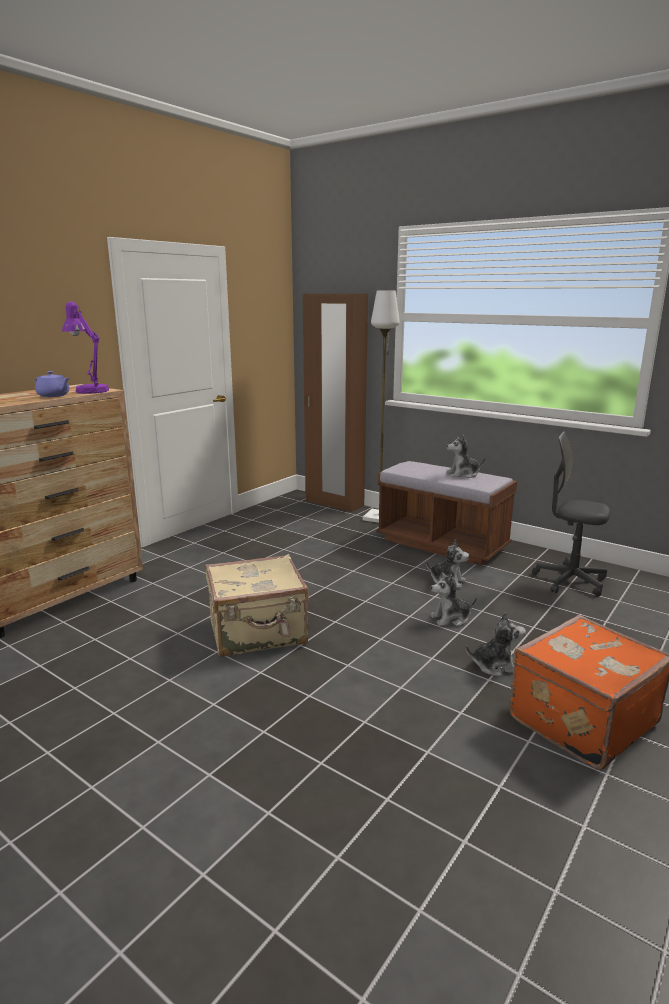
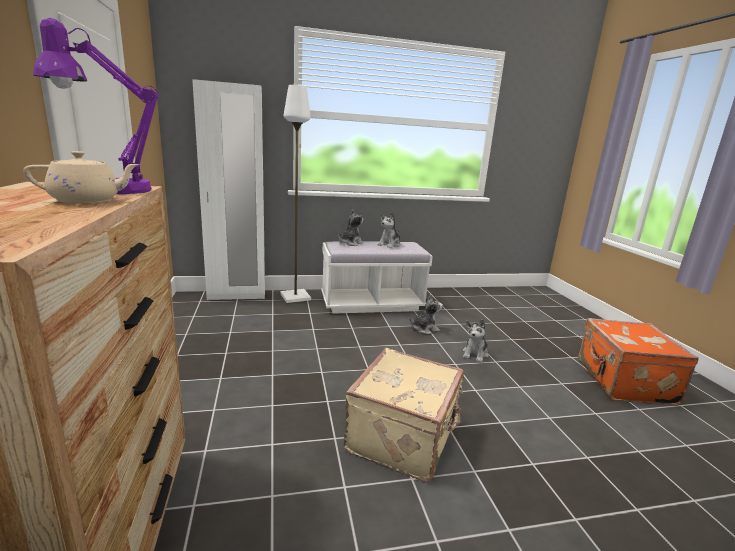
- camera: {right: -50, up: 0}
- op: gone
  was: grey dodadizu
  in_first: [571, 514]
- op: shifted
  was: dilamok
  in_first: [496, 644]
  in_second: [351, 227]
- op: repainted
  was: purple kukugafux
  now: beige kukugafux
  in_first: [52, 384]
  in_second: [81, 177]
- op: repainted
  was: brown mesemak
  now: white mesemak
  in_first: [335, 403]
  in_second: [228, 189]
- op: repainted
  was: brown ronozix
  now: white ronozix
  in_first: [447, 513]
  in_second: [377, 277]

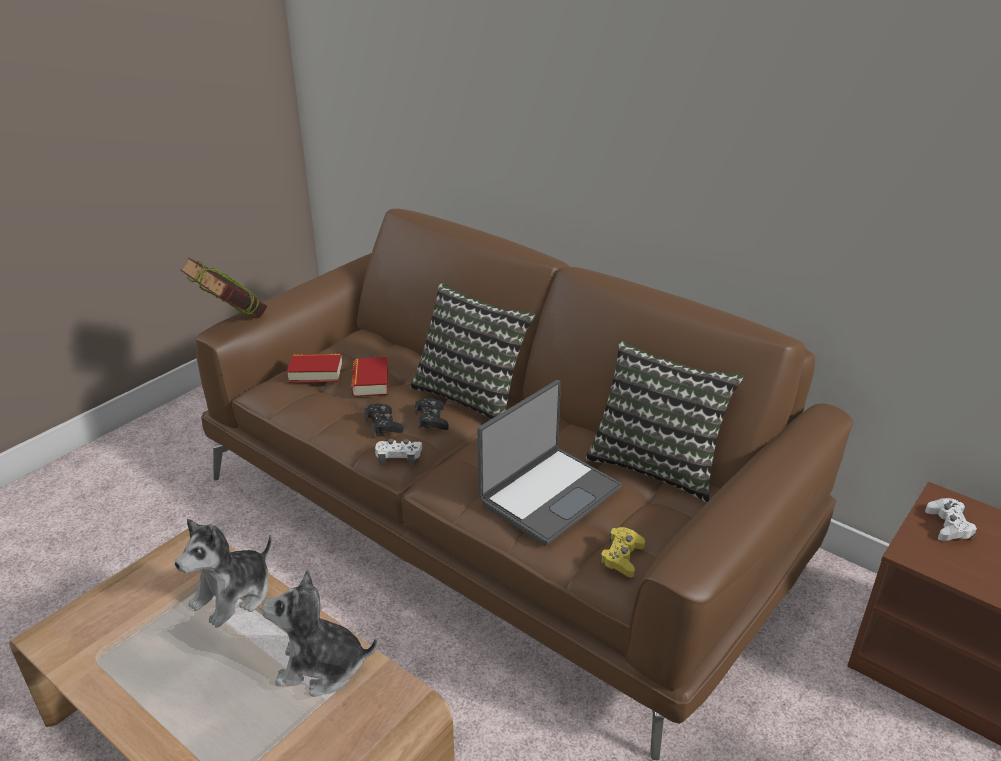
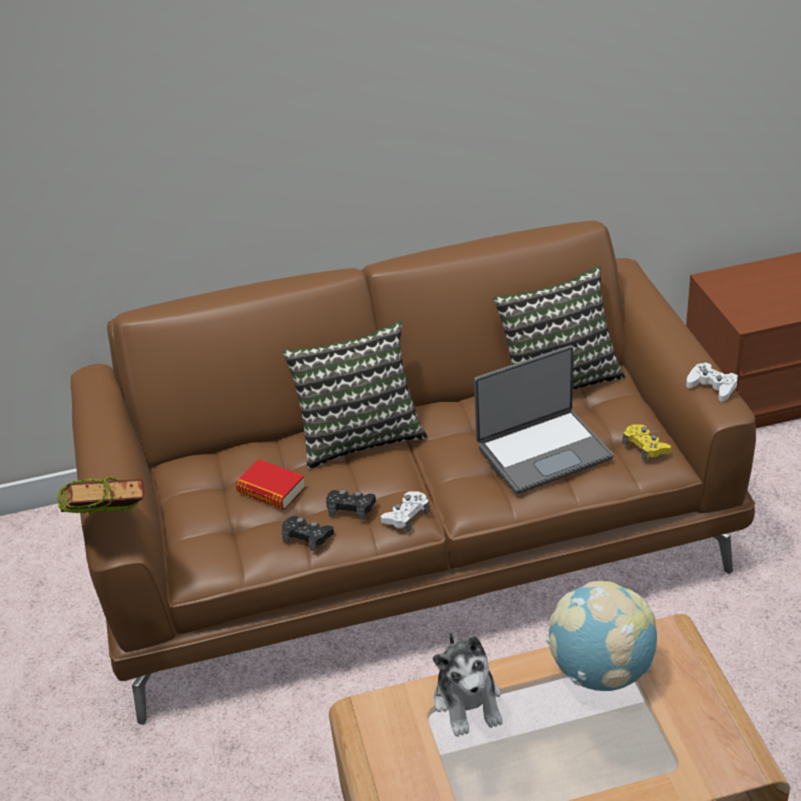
- camera: {right: -50, up: 5}
- op: gone
  was: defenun
  in_first: [314, 368]
- op: shifted
  was: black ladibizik
  in_first: [432, 414]
  in_second: [308, 534]
- op: shifted
  was: white ladibizik
  in_first: [951, 519]
  in_second: [712, 382]
- op: swapped
  was: dilamok
  now: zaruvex
  in_first: [320, 632]
  in_second: [602, 636]
- op: rotated
  was: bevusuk
  in_first: [549, 463]
  in_second: [543, 420]
  clockwise: 75

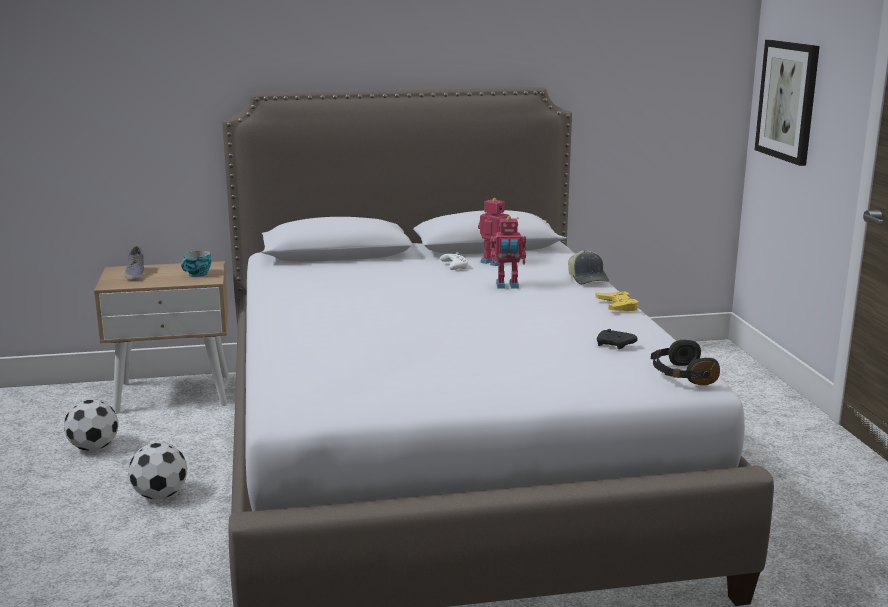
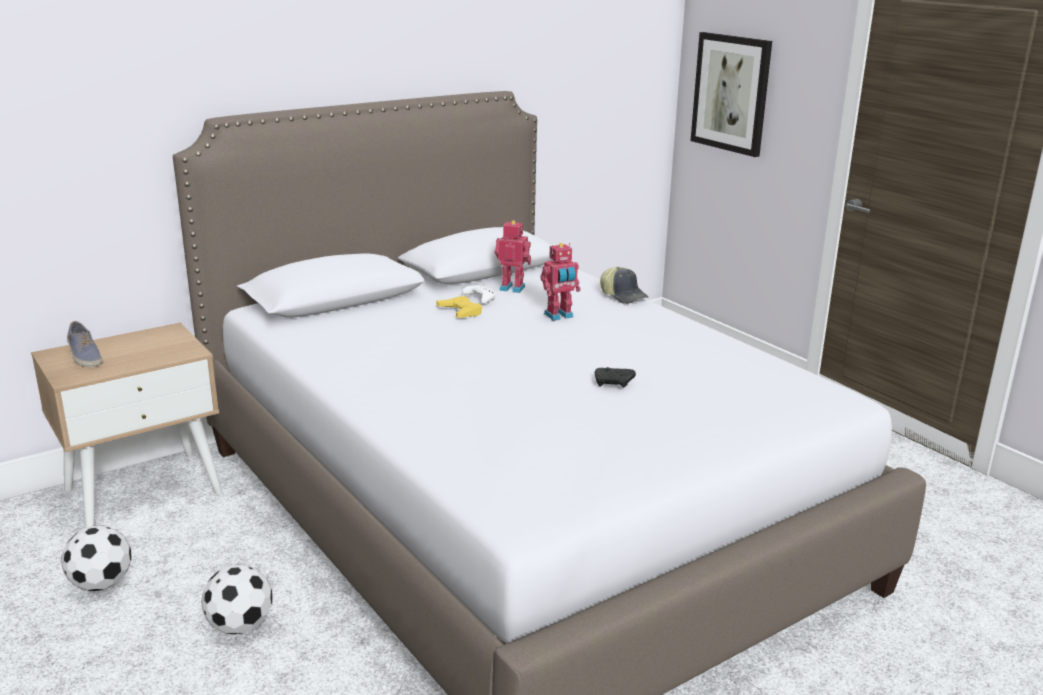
- camera: {right: -25, up: 5}
- op: gone
  was: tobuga
  in_first: [196, 264]
- op: gone
  was: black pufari
  in_first: [685, 362]
- op: shifted
  was: yellow ladibizik
  in_first: [617, 301]
  in_second: [459, 307]
- op: shifted
  was: black ladibizik
  in_first: [617, 339]
  in_second: [615, 377]

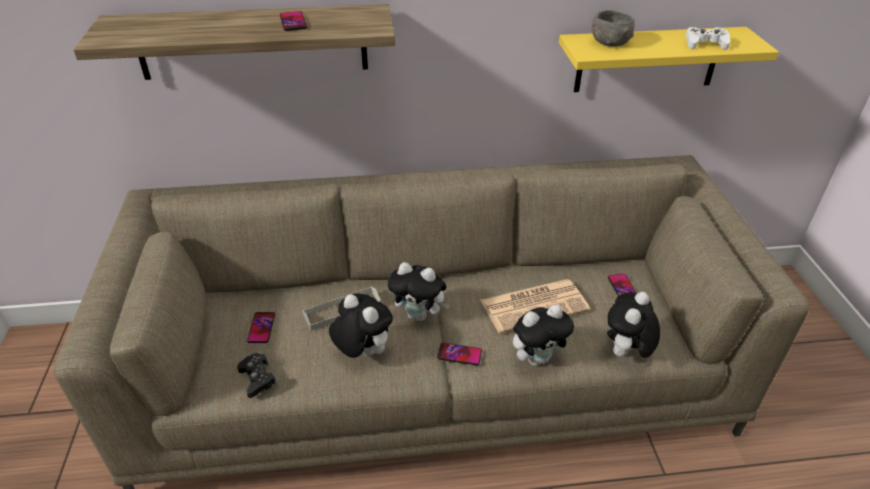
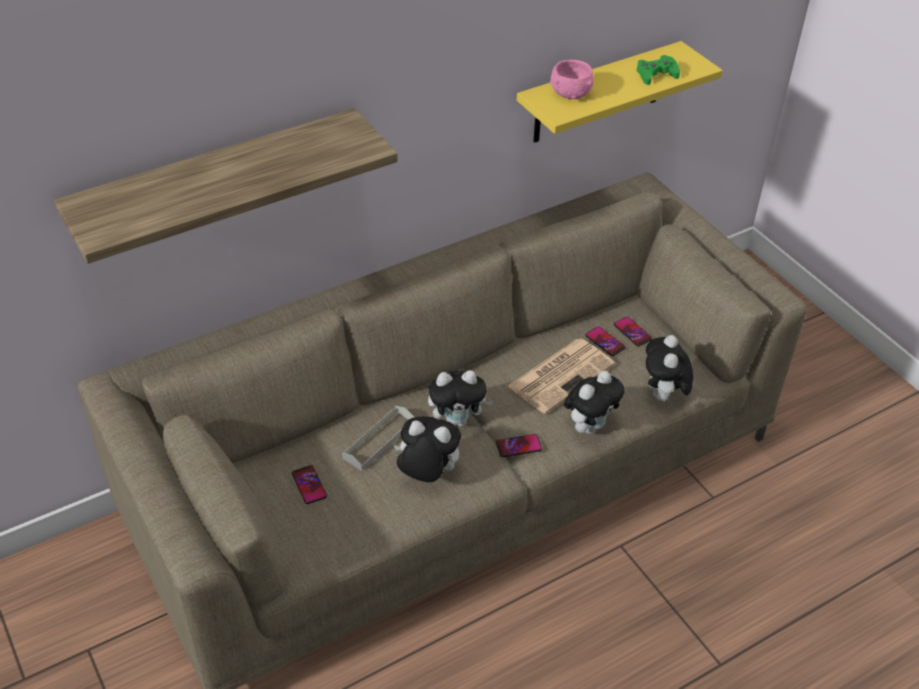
- camera: {right: -25, up: 5}
- op: gone
  was: black ladibizik
  in_first: [257, 375]
- op: shifted
  was: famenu
  in_first: [293, 21]
  in_second: [605, 341]
- op: repainted
  was: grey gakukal
  now: pink gakukal
  in_first: [612, 28]
  in_second: [572, 79]
- op: repainted
  was: white ladibizik
  now: green ladibizik
  in_first: [708, 38]
  in_second: [658, 70]

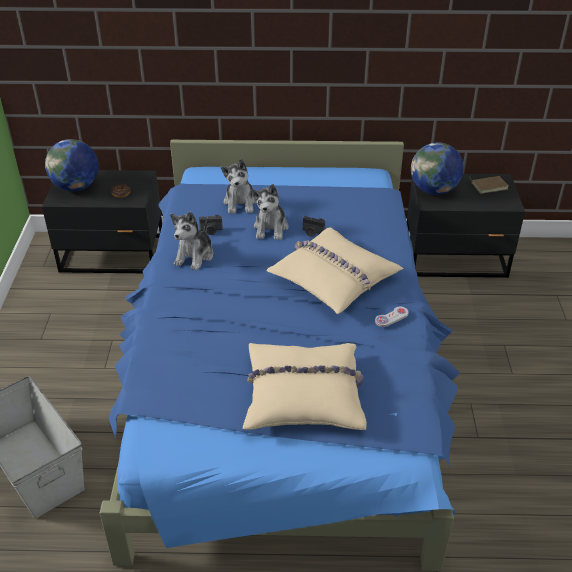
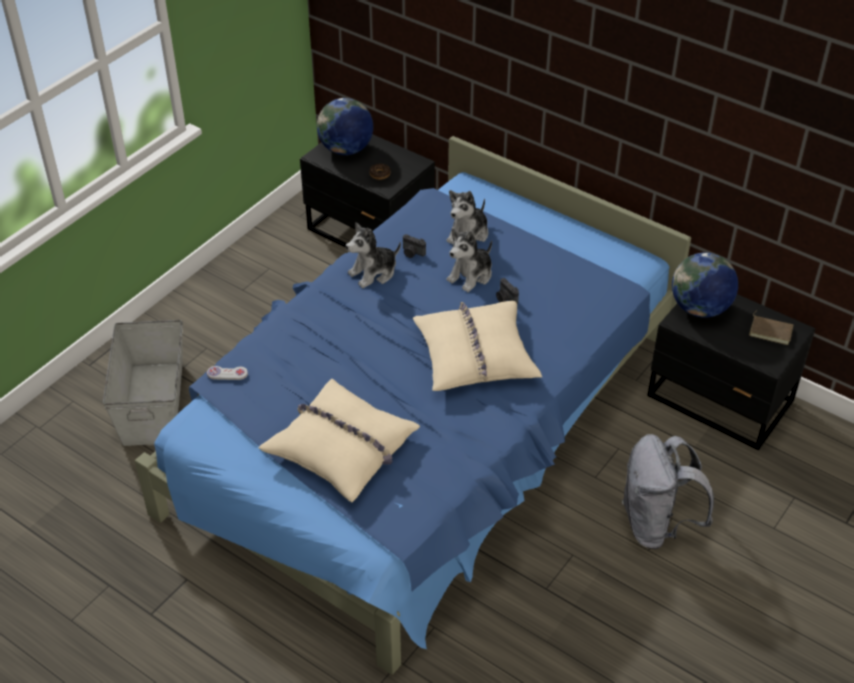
- camera: {right: 35, up: 5}
- op: new
  now: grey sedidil
  in_second: [668, 491]
- op: shifted
  was: white ladibizik
  in_first: [392, 317]
  in_second: [227, 373]

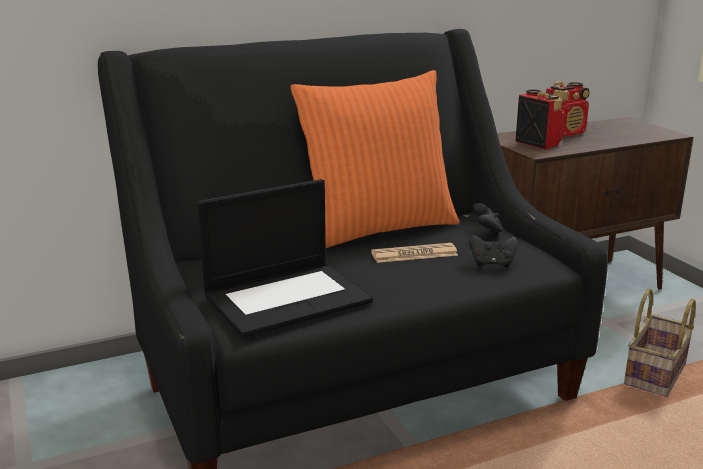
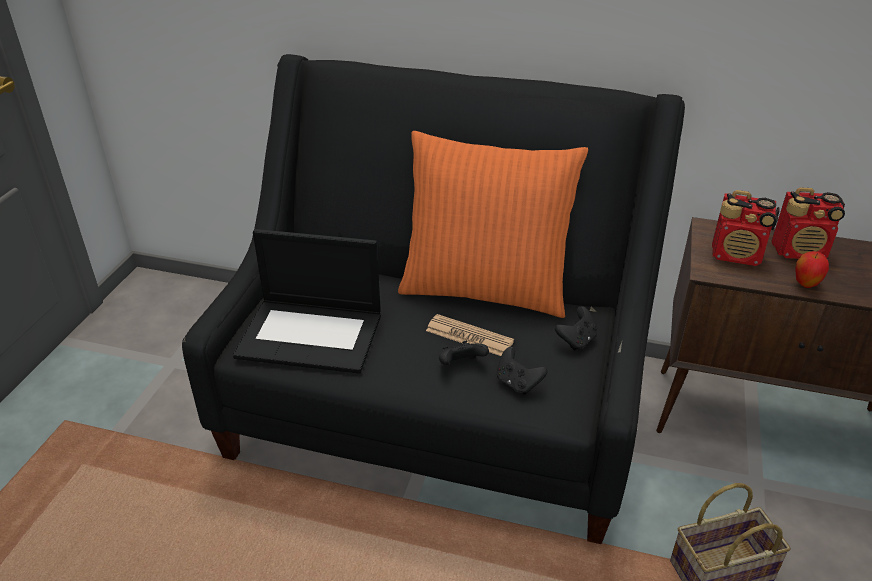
- camera: {right: 40, up: 15}
- op: new
  now: black ladibizik
  in_second: [464, 353]
- op: new
  now: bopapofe
  in_second: [812, 269]
- op: rotated
  was: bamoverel
  in_first: [540, 119]
  in_second: [746, 228]
  clockwise: 105

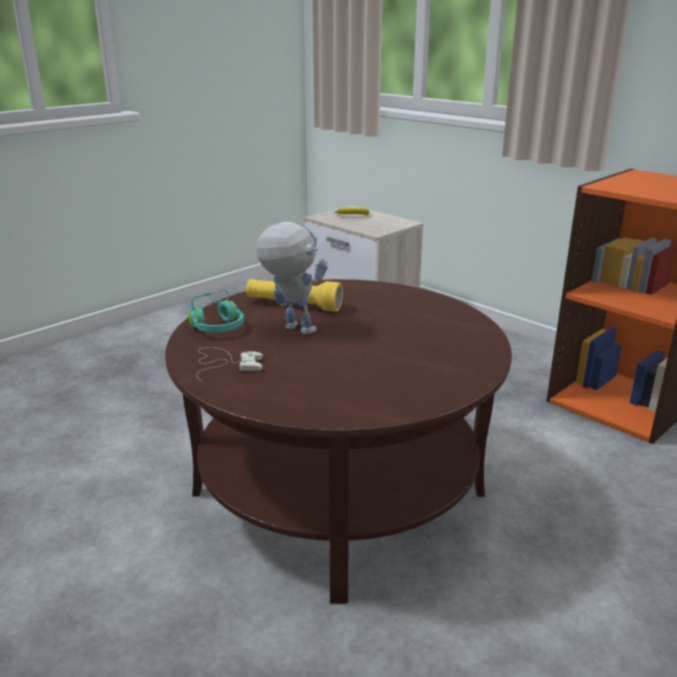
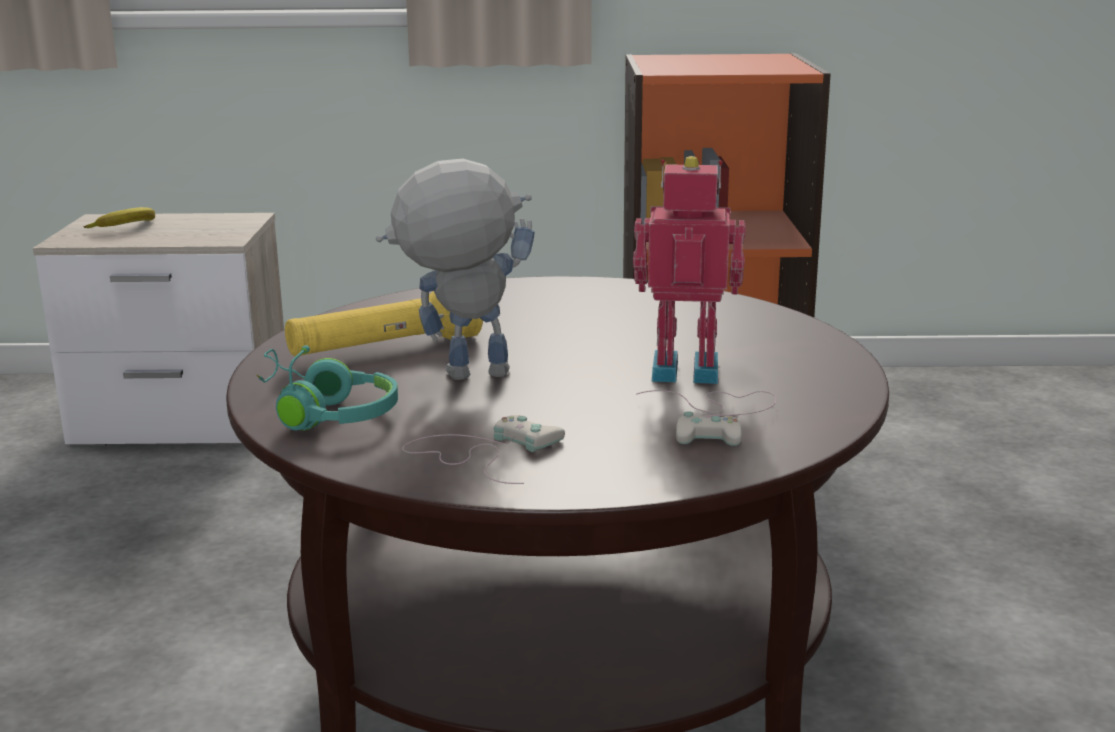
- camera: {right: -45, up: -5}
- op: new
  now: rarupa
  in_second: [689, 270]
- op: new
  now: white ladibizik
  in_second: [706, 418]

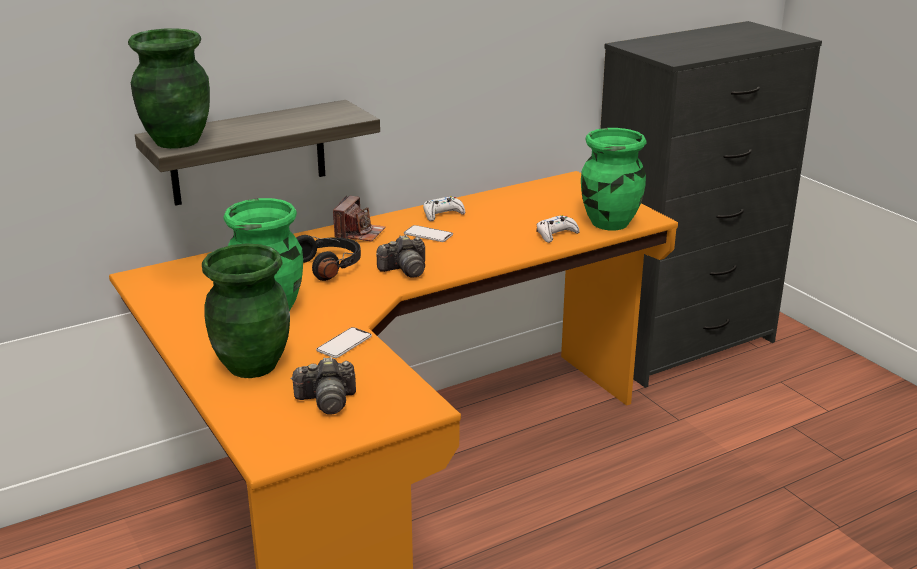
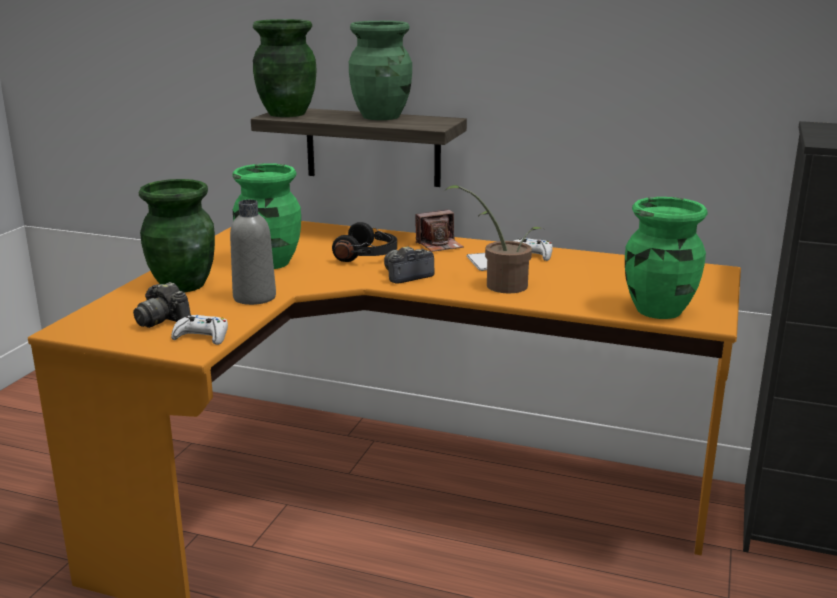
- camera: {right: 50, up: -5}
- op: new
  now: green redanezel
  in_second: [380, 70]
- op: new
  now: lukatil
  in_second: [493, 239]
- op: shifted
  was: white ladibizik
  in_first: [558, 229]
  in_second: [199, 330]
- op: swapped
  was: famenu
  now: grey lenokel
  in_first: [344, 342]
  in_second: [253, 252]
- op: rotated
  was: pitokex
  in_first: [400, 256]
  in_second: [409, 265]
  clockwise: 120

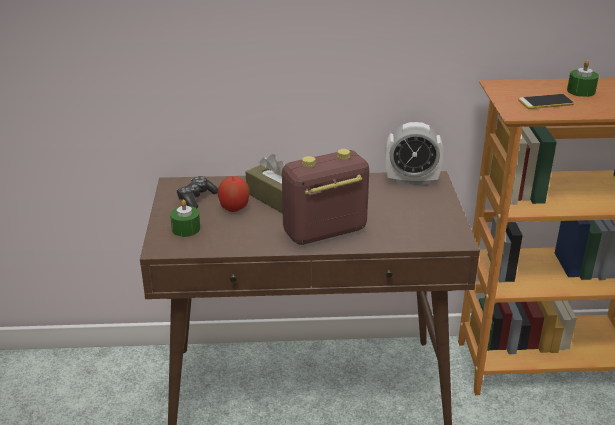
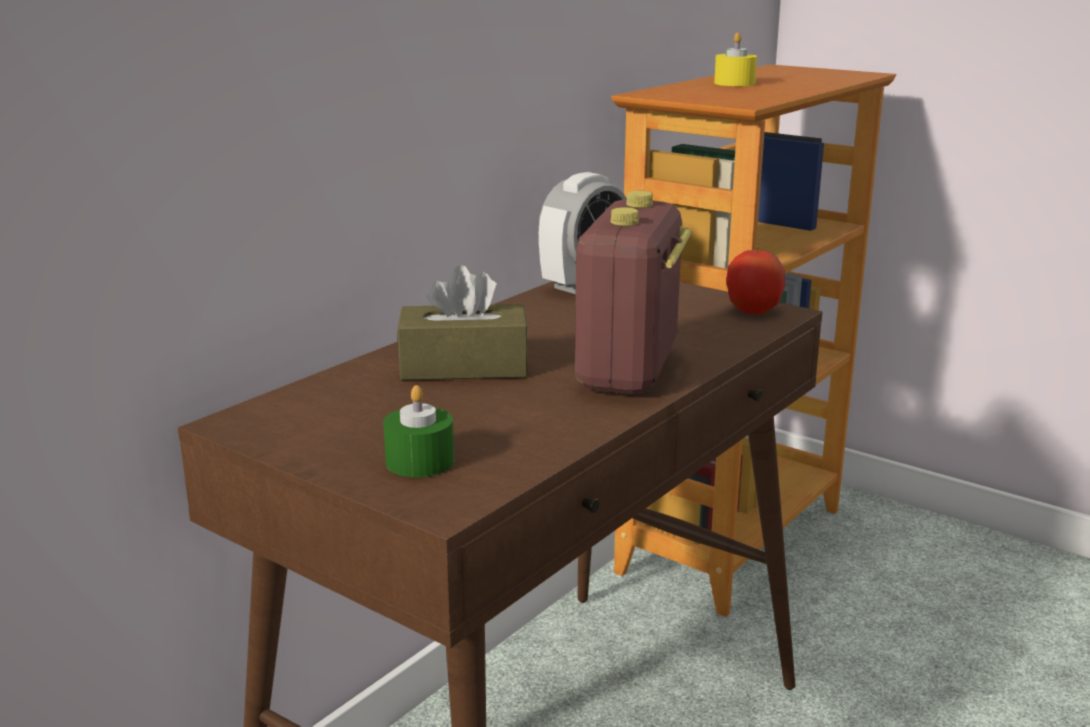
- camera: {right: -50, up: -10}
- op: gone
  was: ladibizik
  in_first: [197, 192]
- op: gone
  was: famenu
  in_first: [546, 101]
- op: shifted
  was: bopapofe
  in_first: [234, 194]
  in_second: [755, 281]
- op: repainted
  was: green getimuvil
  now: yellow getimuvil
  in_first: [583, 78]
  in_second: [735, 59]

